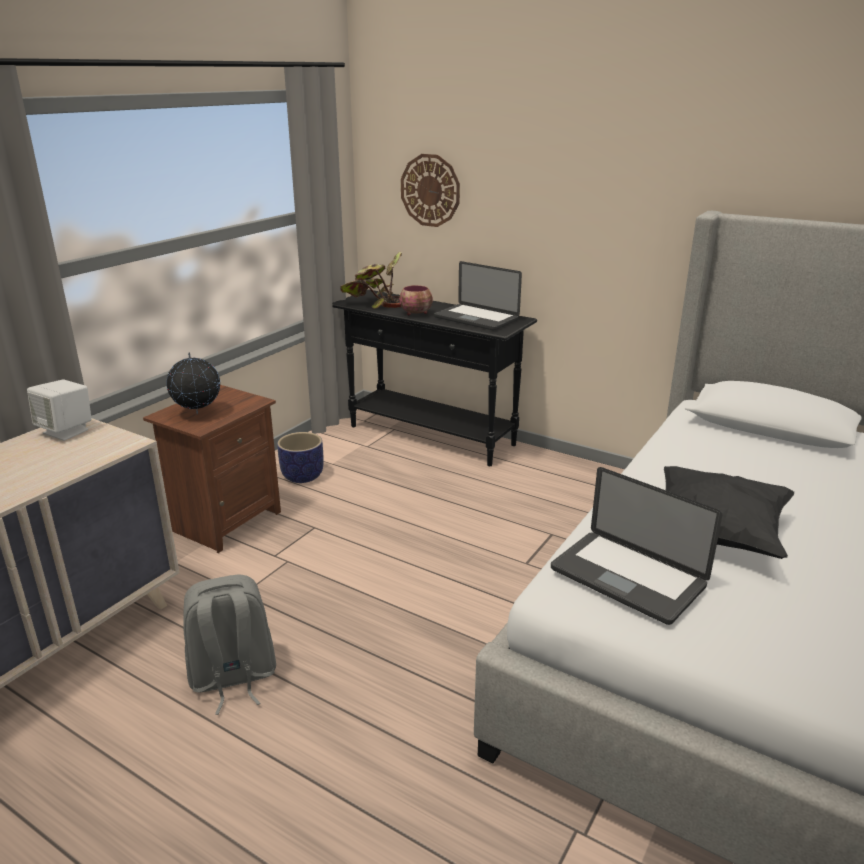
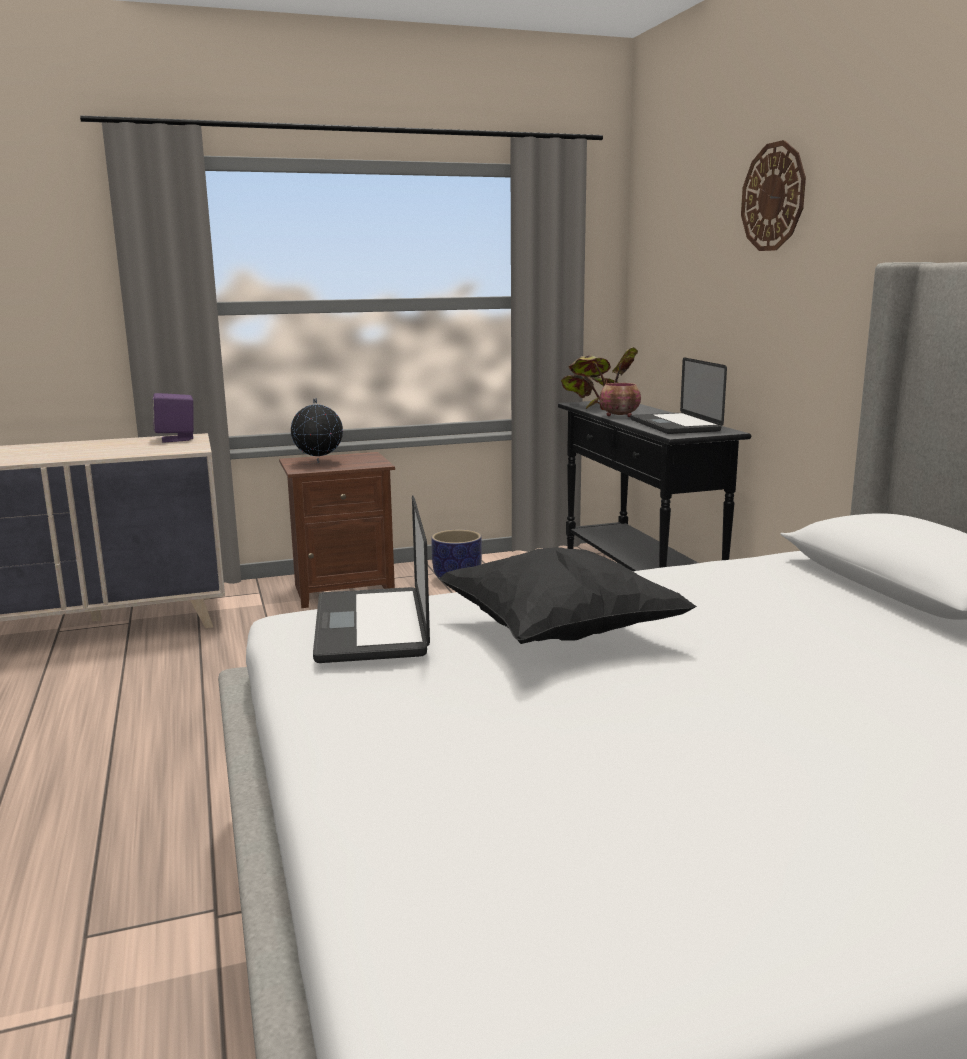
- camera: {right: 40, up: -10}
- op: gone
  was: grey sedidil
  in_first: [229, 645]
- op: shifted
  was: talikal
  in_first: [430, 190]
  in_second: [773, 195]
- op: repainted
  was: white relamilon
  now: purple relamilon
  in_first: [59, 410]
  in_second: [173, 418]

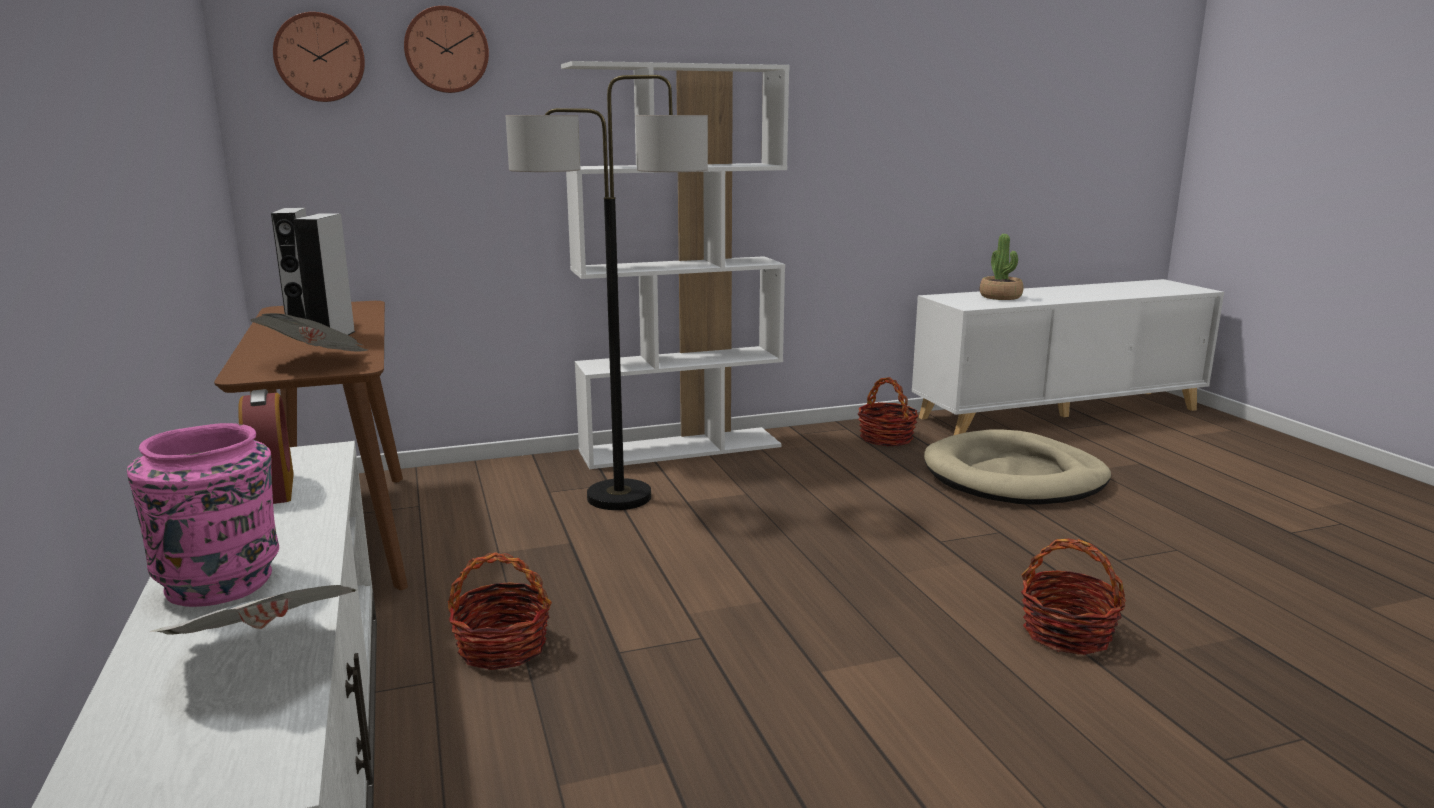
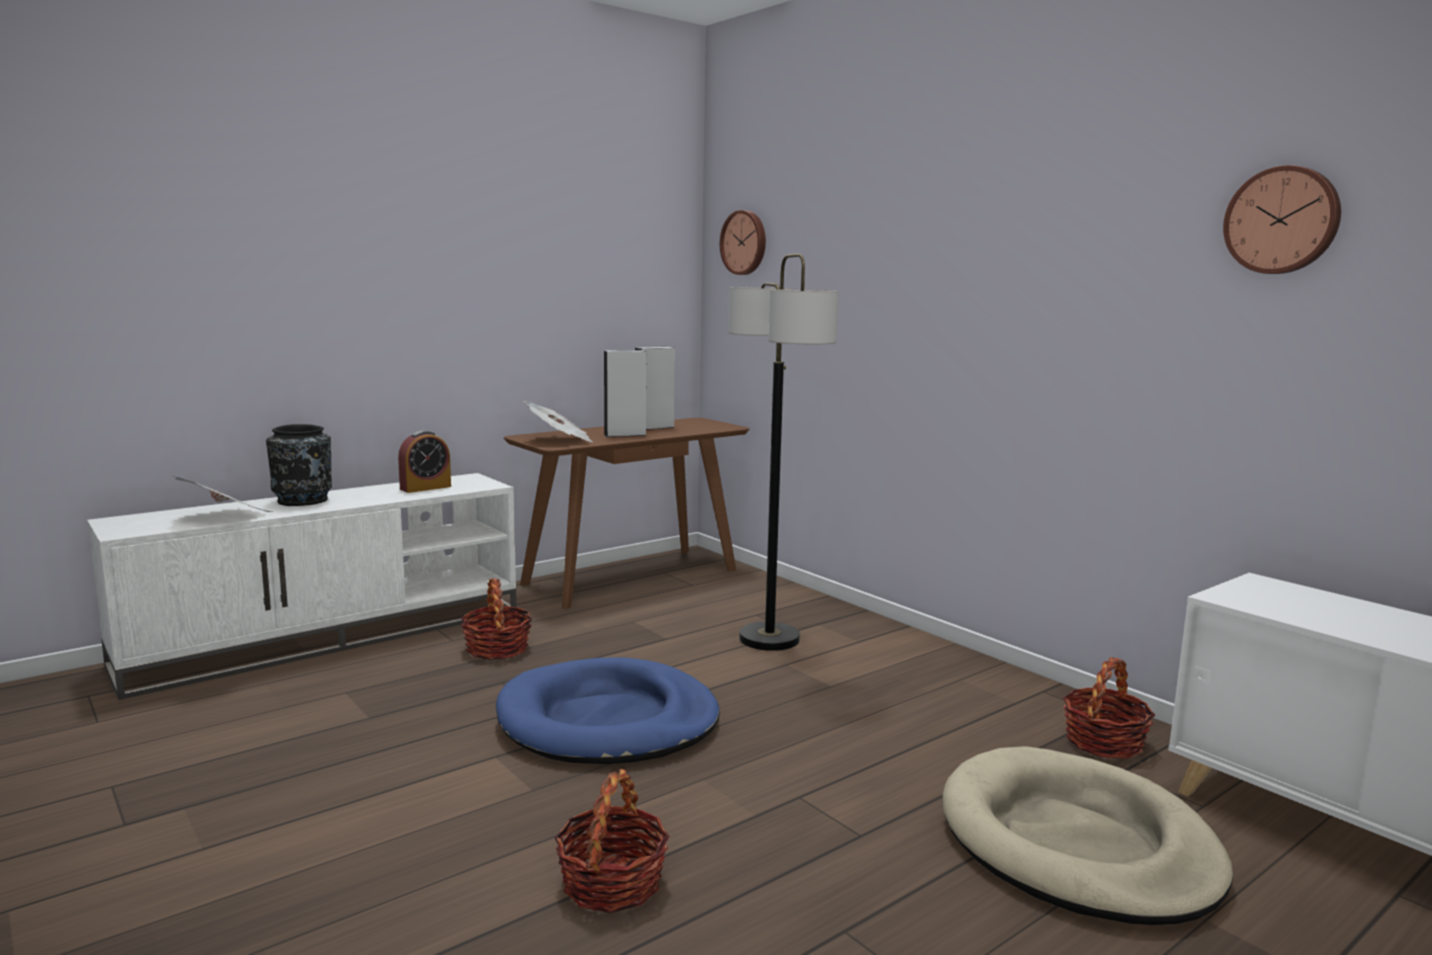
- camera: {right: 70, up: -5}
- op: gone
  was: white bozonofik
  in_first: [675, 265]
- op: gone
  was: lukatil
  in_first: [1001, 267]
- op: new
  now: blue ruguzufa
  in_second: [608, 710]
- op: shifted
  was: talikal
  in_first: [446, 49]
  in_second: [1282, 219]
- op: repainted
  was: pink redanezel
  now: black redanezel
  in_first: [203, 515]
  in_second: [299, 465]

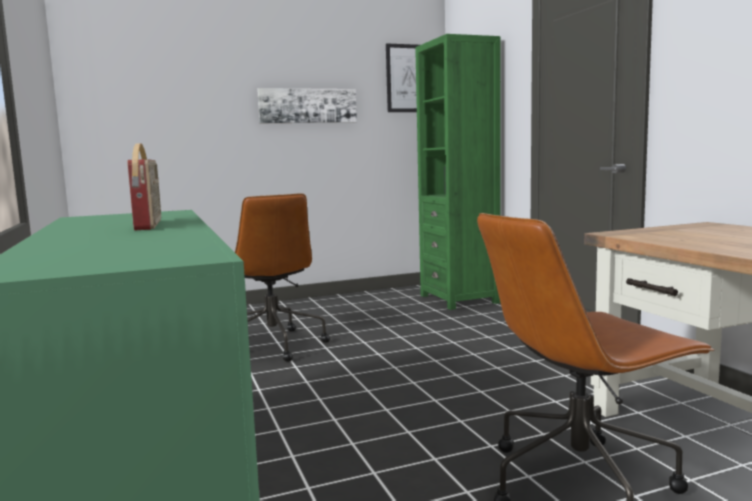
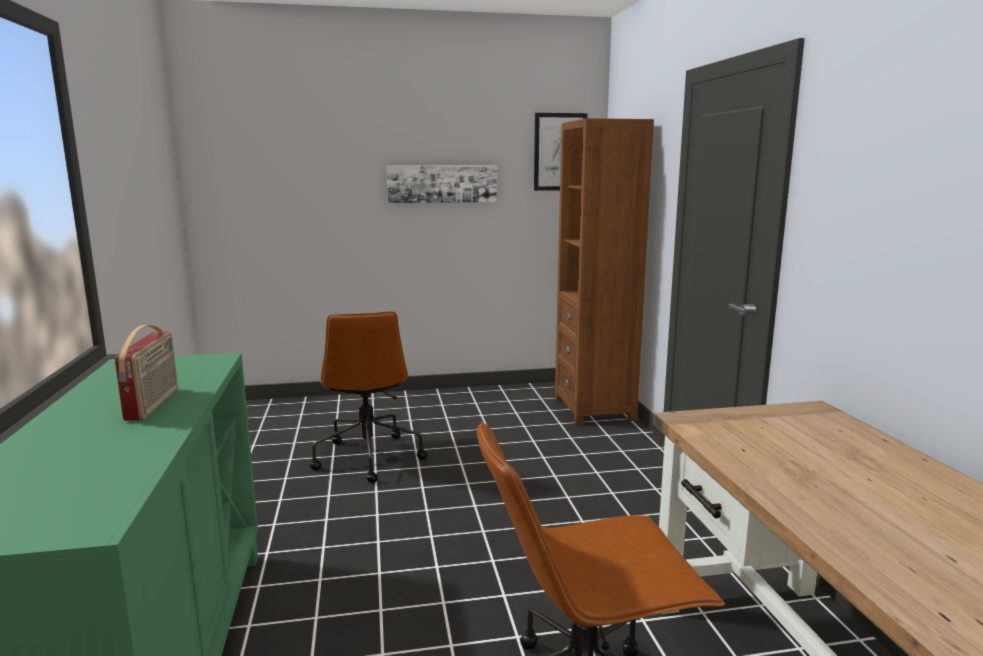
- camera: {right: 10, up: 5}
- op: repainted
  was: green bozonofik
  now: brown bozonofik
  in_first: [458, 172]
  in_second: [604, 271]

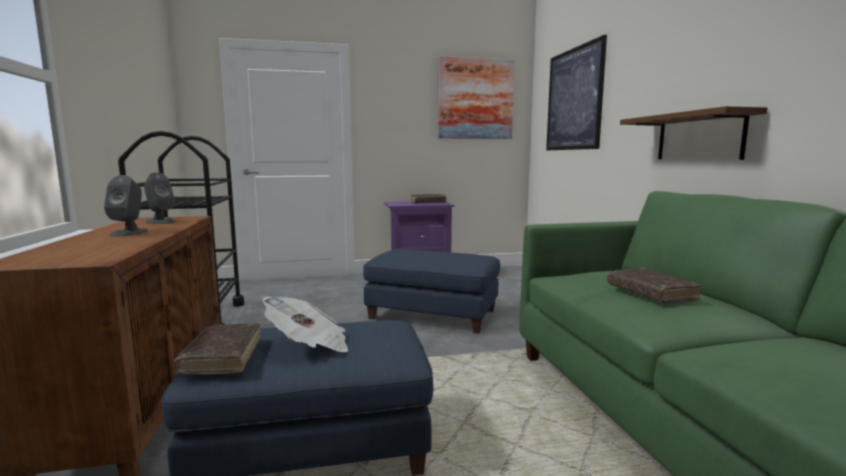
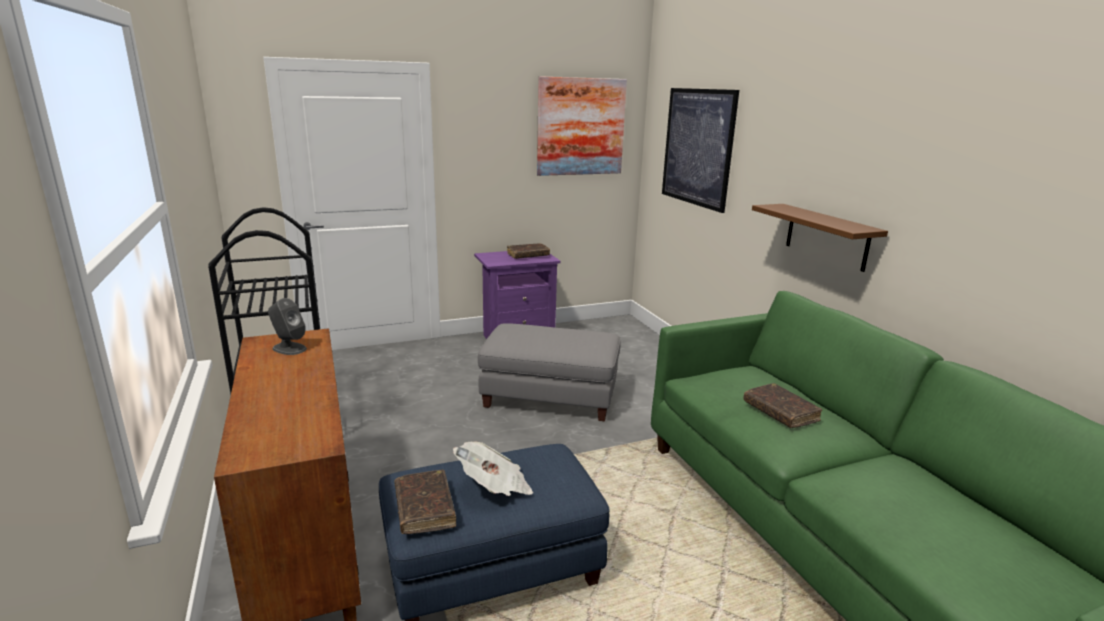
- camera: {right: -10, up: 10}
- op: gone
  was: grey relamilon
  in_first: [126, 205]
- op: repainted
  was: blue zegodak
  now: grey zegodak
  in_first: [431, 291]
  in_second: [549, 372]

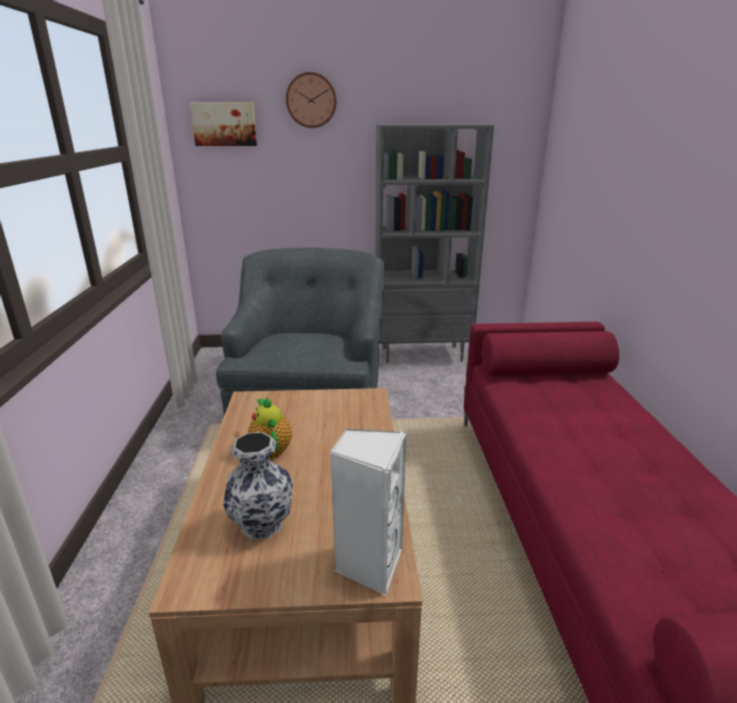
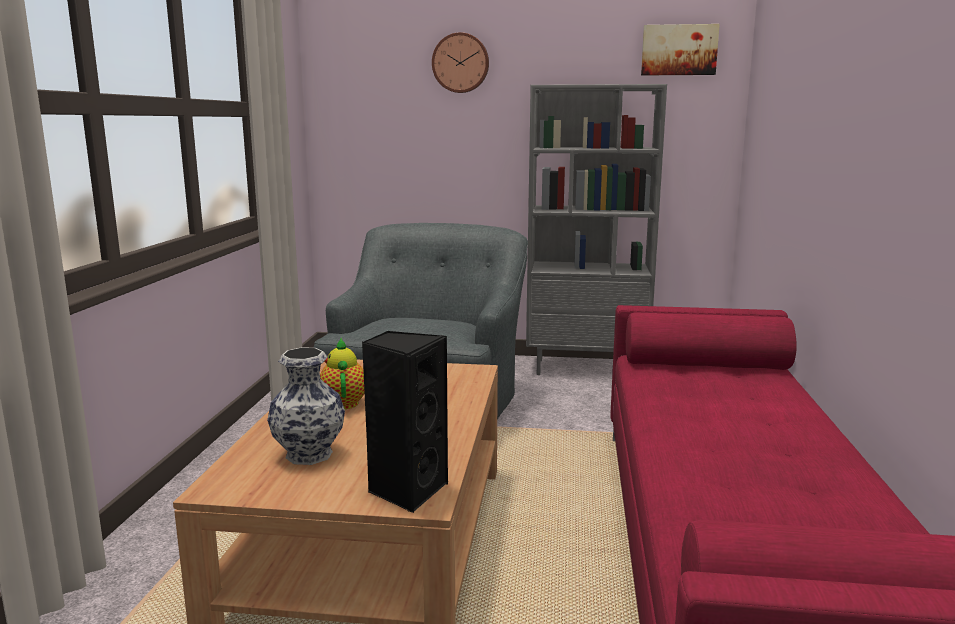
- camera: {right: 10, up: -10}
- op: shifted
  was: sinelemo
  in_first: [223, 124]
  in_second: [680, 50]
- op: repainted
  was: white relamilon
  now: black relamilon
  in_first: [368, 511]
  in_second: [405, 422]

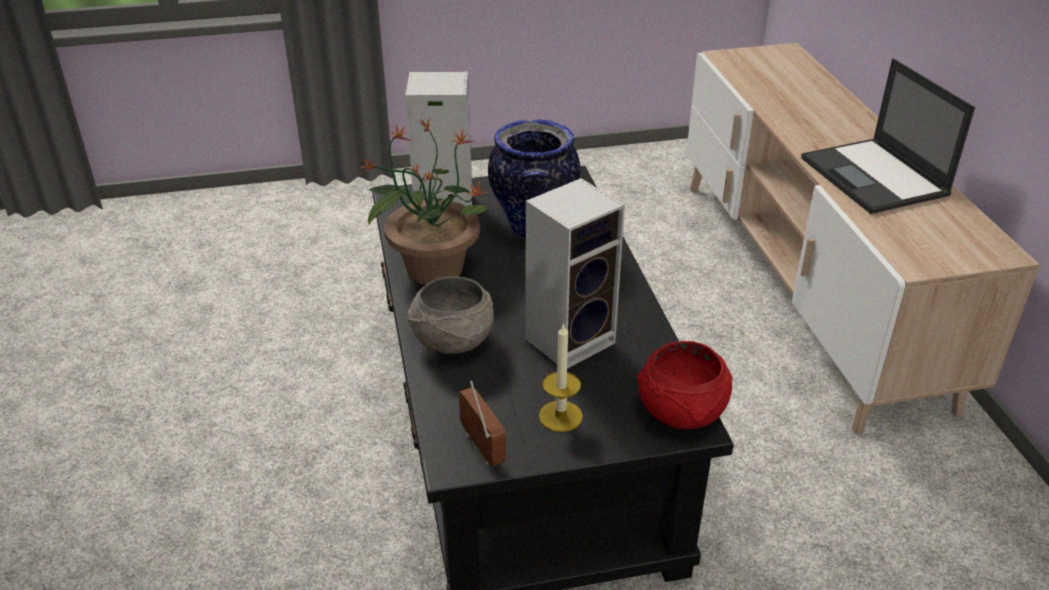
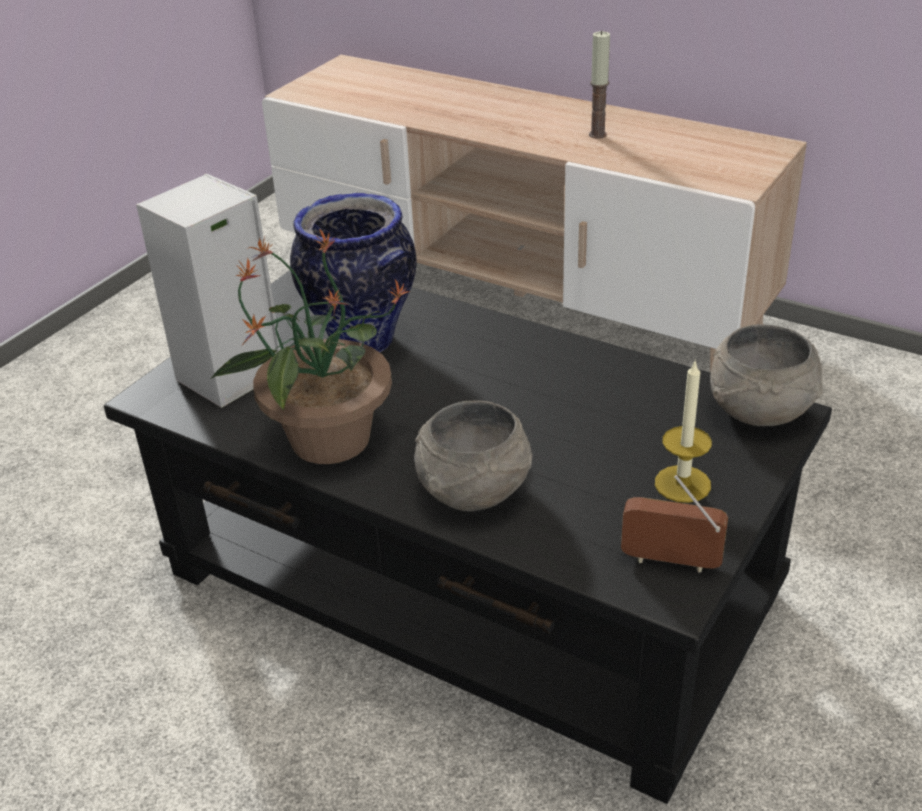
- camera: {right: -45, up: 0}
- op: gone
  was: relamilon
  in_first: [575, 273]
- op: swapped
  was: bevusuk
  now: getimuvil
  in_first: [888, 136]
  in_second: [599, 84]
- op: repainted
  was: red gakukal
  now: grey gakukal
  in_first: [685, 385]
  in_second: [766, 375]

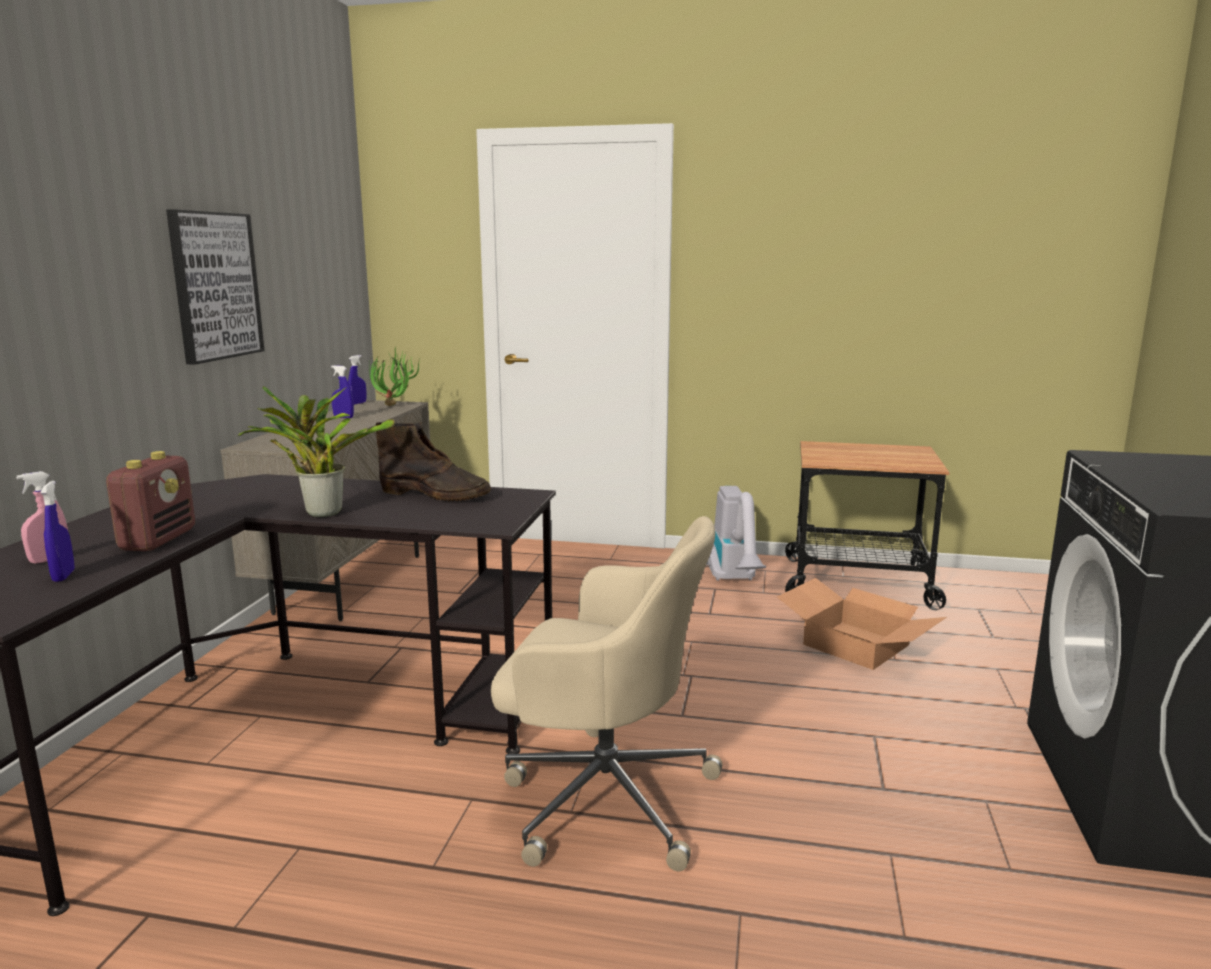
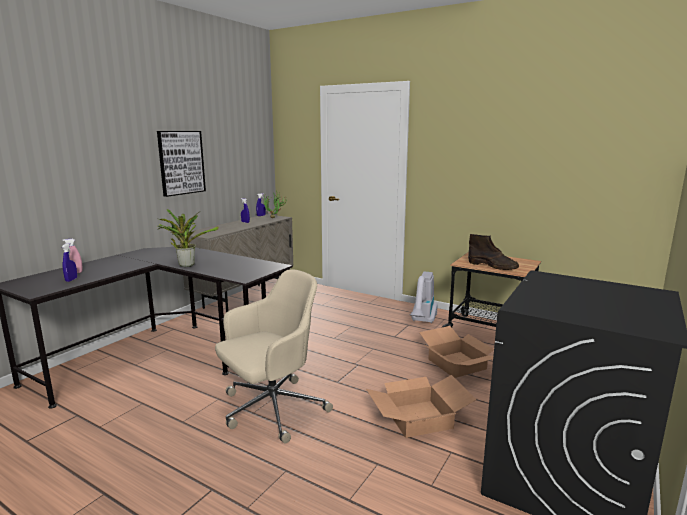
- camera: {right: 20, up: 0}
- op: gone
  was: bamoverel
  in_first: [150, 501]
- op: new
  now: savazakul
  in_second: [421, 406]
- op: shifted
  was: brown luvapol
  in_first: [433, 462]
  in_second: [493, 252]
- op: rotated
  was: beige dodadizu
  in_first: [606, 694]
  in_second: [274, 356]
  clockwise: -75

